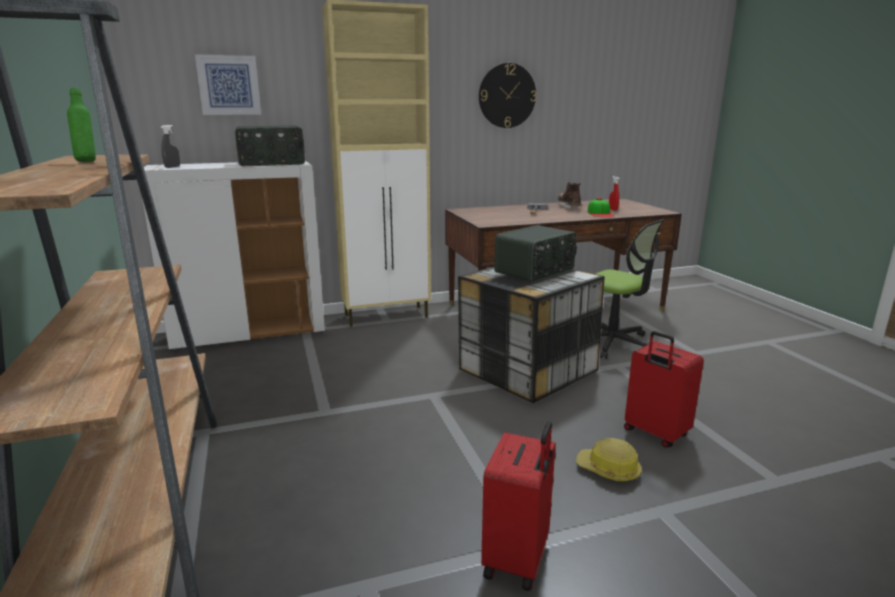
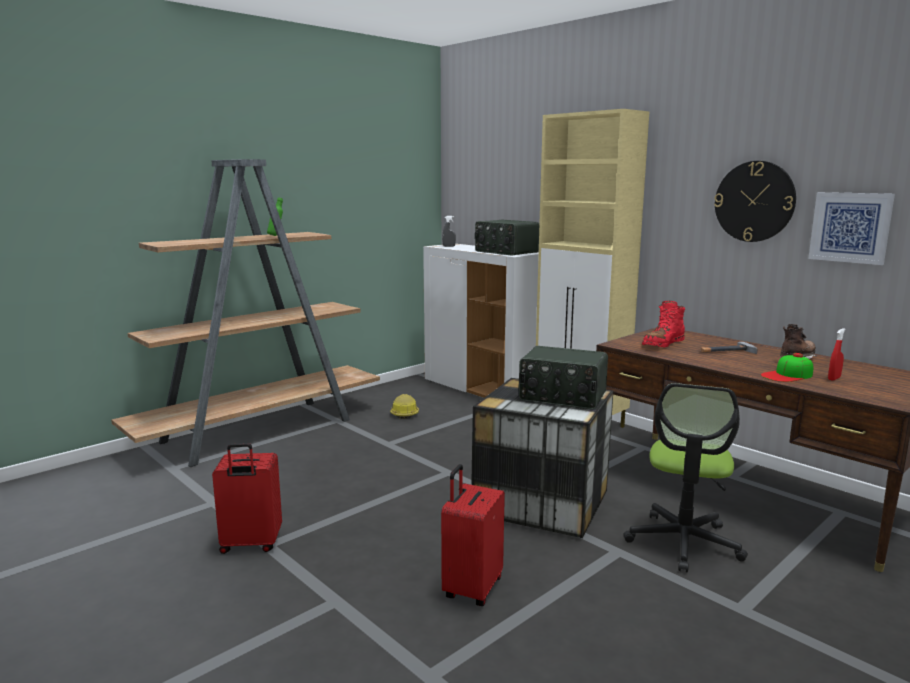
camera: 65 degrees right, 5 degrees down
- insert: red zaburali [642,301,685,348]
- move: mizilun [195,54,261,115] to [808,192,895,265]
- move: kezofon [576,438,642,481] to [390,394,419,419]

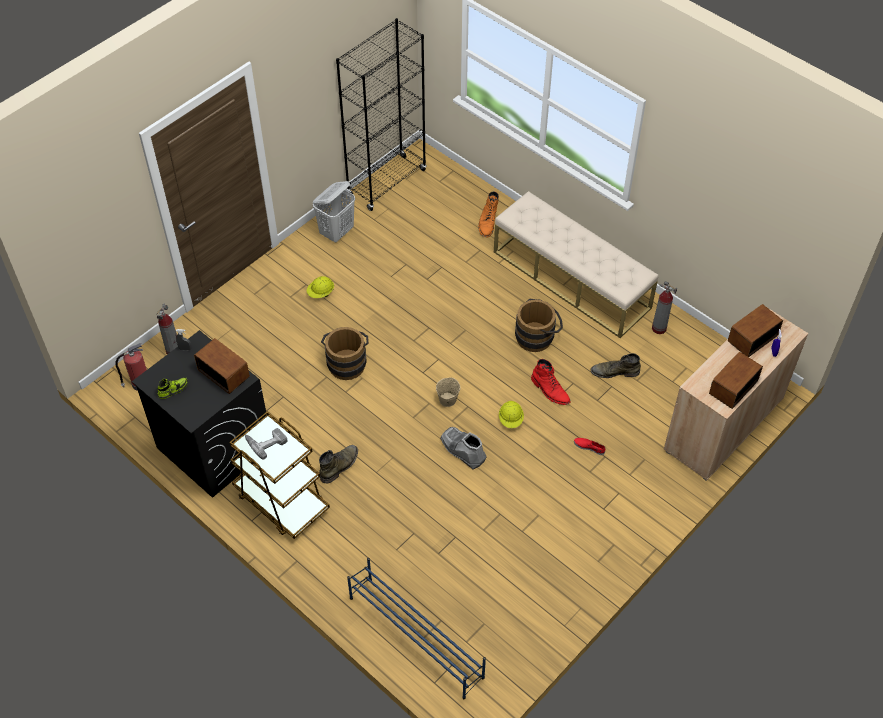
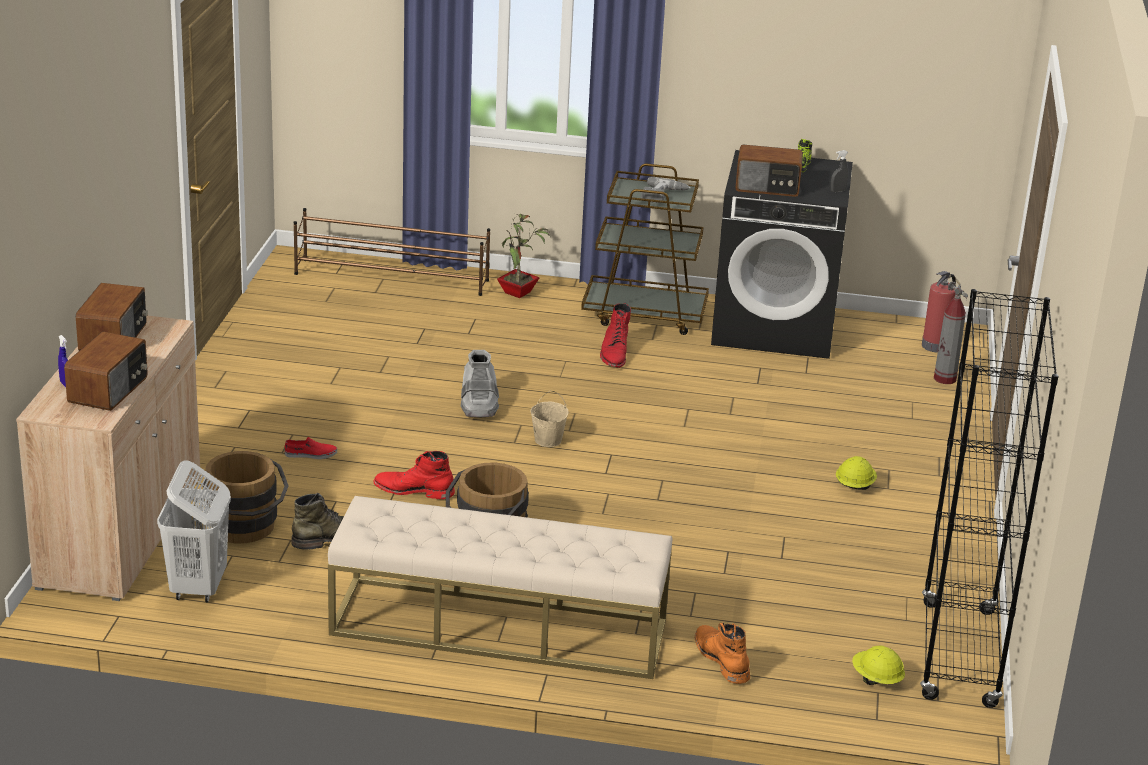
camera: 145 degrees right, 25 degrees down
- delete: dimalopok [652,281,677,334]
- insert: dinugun [497,214,551,298]
- move: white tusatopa [313,181,355,242] to [157,460,231,602]
- move: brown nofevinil [321,327,369,380] to [203,451,289,543]
- move: yellow kezofon [499,401,524,428] to [852,646,905,685]
- recolor: green zaburali [319,445,358,483] to red zaburali [600,303,631,368]
- recolor: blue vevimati [347,558,486,699] to brown vevimati [294,208,490,296]
- rotate: grey zaburali [440,427,487,469] = [461,350,499,418] 75 degrees clockwise

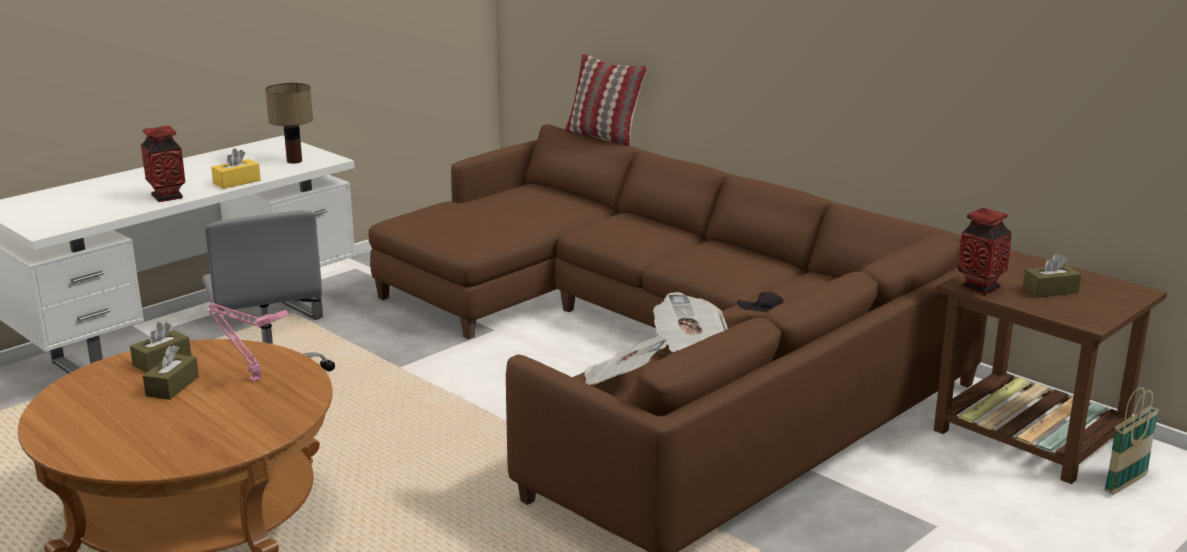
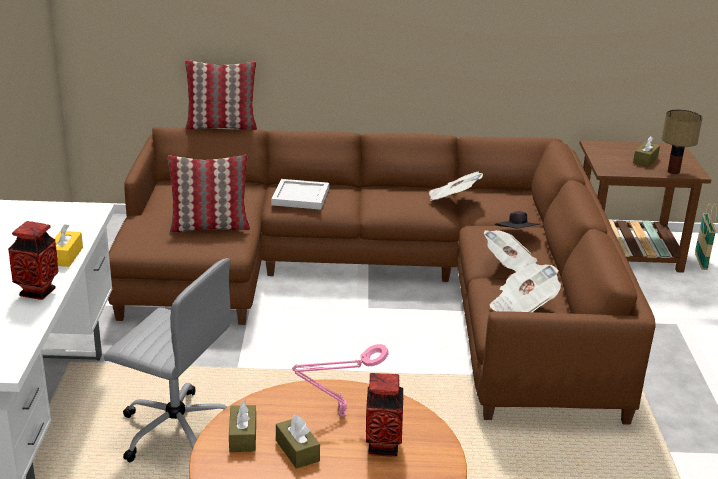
camera: 45 degrees left, 5 degrees up
- insert: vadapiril [168,154,250,233]
- insert: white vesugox [271,179,329,210]
- insert: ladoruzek [429,171,483,201]
- move: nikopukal [265,83,313,164] to [662,110,703,174]
- move: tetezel [958,208,1012,295] to [366,373,404,457]

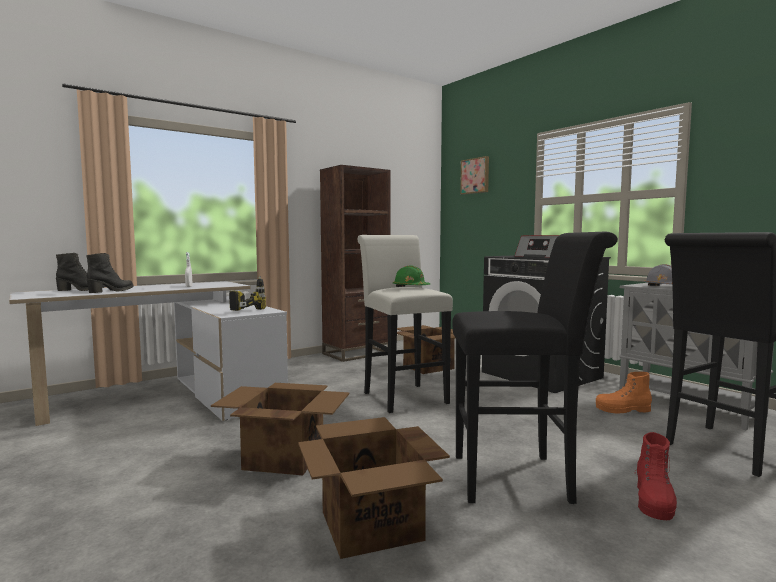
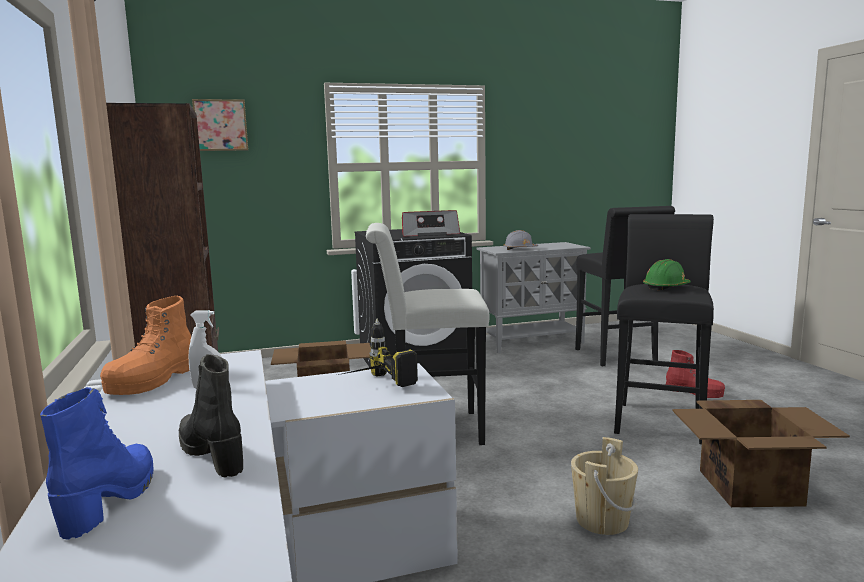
camera: 70 degrees left, 5 degrees up
- move: green kezofon [393,265,430,287] to [643,259,691,290]
- move: orange zaburali [596,372,652,413] to [100,296,191,395]
- replace: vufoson [211,383,349,475] to beige nofevinil [571,437,638,535]
- recolor: black zaburali [56,253,106,291] to blue zaburali [40,387,153,540]

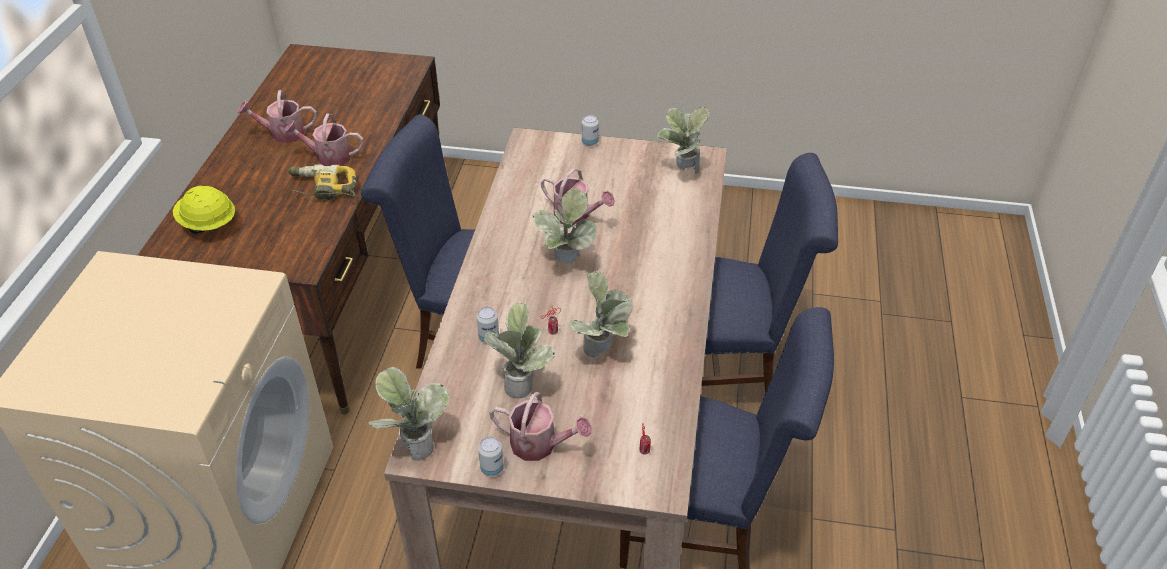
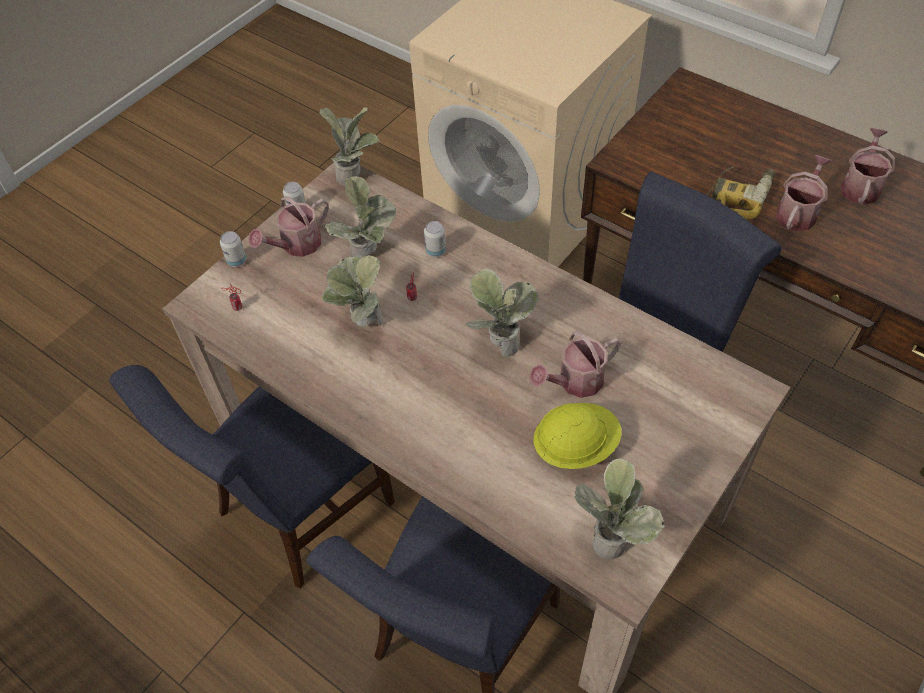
camera: 120 degrees right, 10 degrees up
- move: yellow kezofon [173,185,235,234] to [534,403,621,469]
- move: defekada [582,115,599,146] to [220,231,247,267]

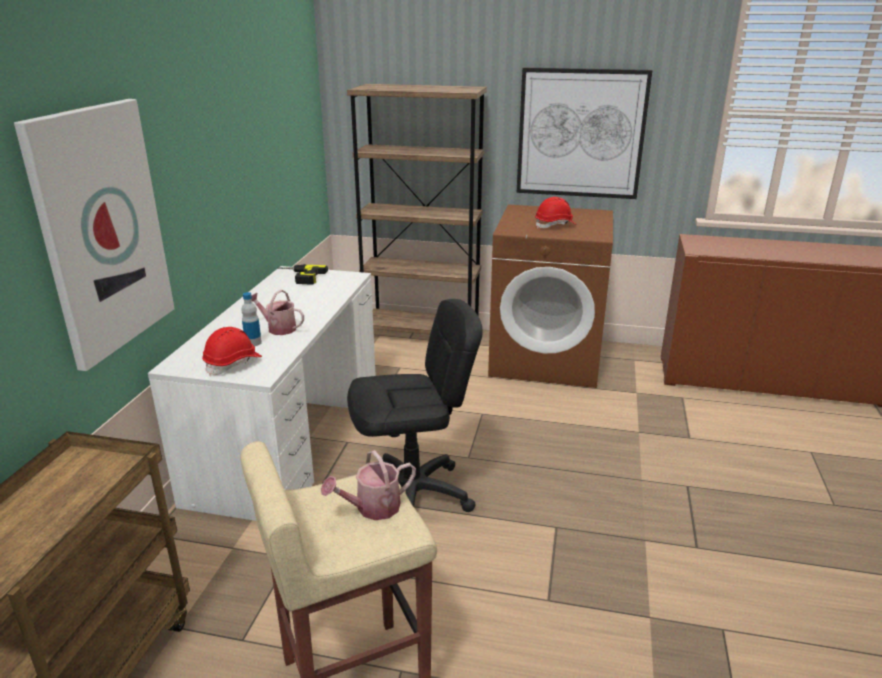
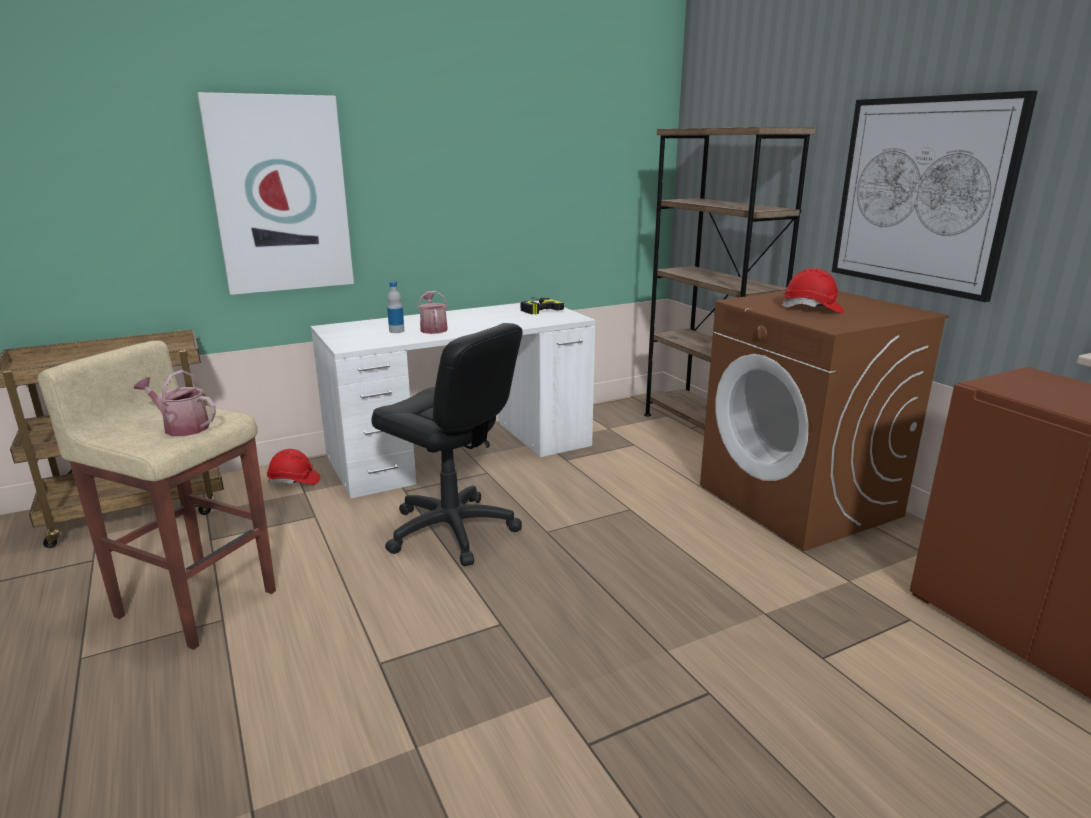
camera: 50 degrees right, 5 degrees down
- move: red kezofon [202,327,262,376] to [267,449,321,485]

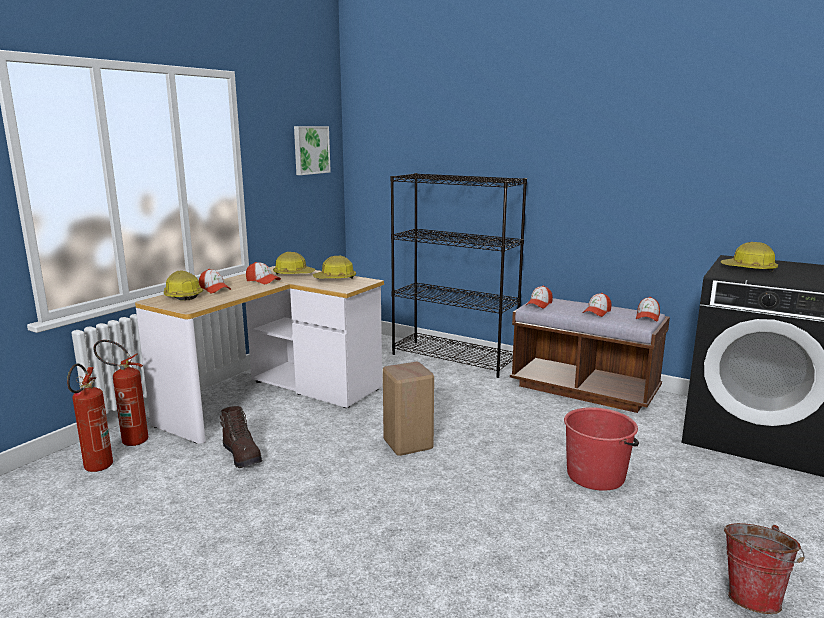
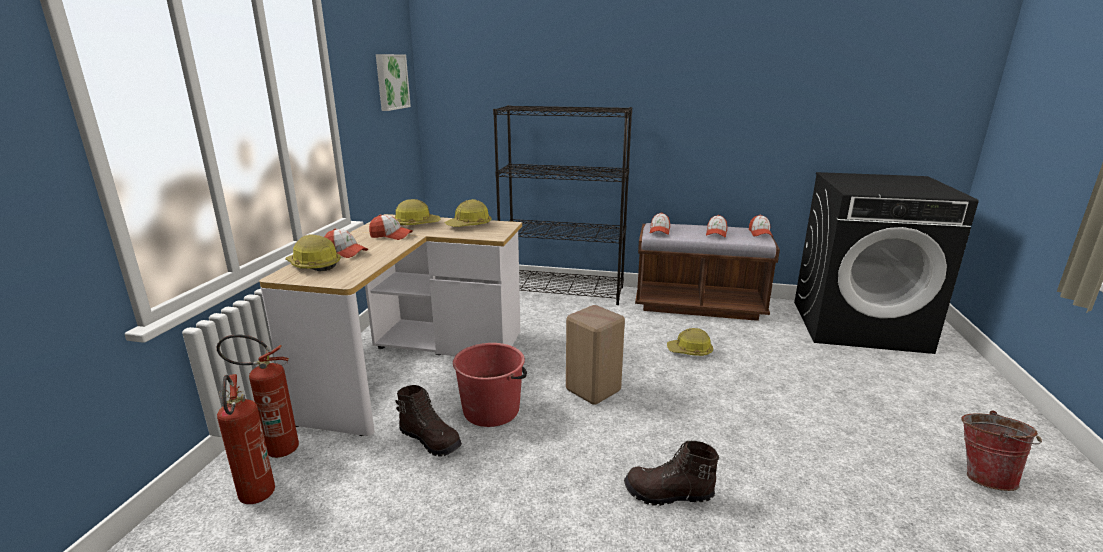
camera: 20 degrees left, 5 degrees up
- insert: brown zaburali [624,441,719,506]
- move: red nofevinil [564,407,639,491] to [453,343,527,427]
- move: kezofon [721,242,778,272] to [667,328,713,356]

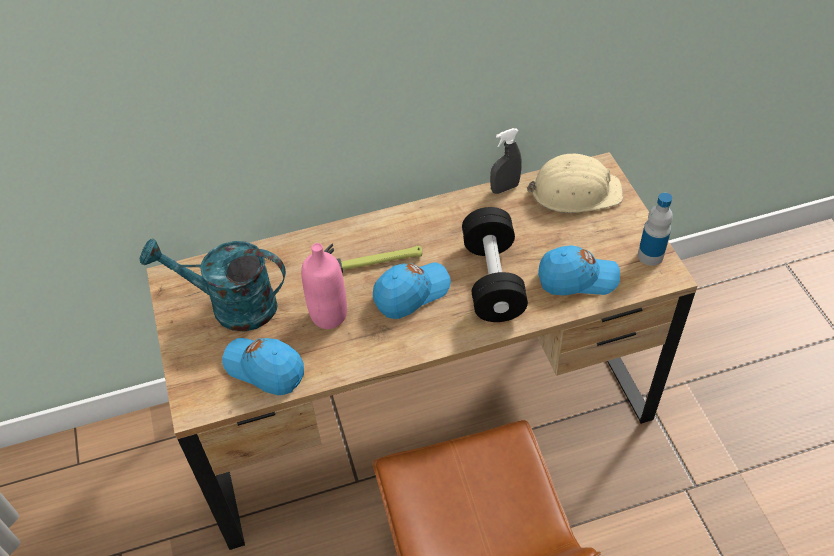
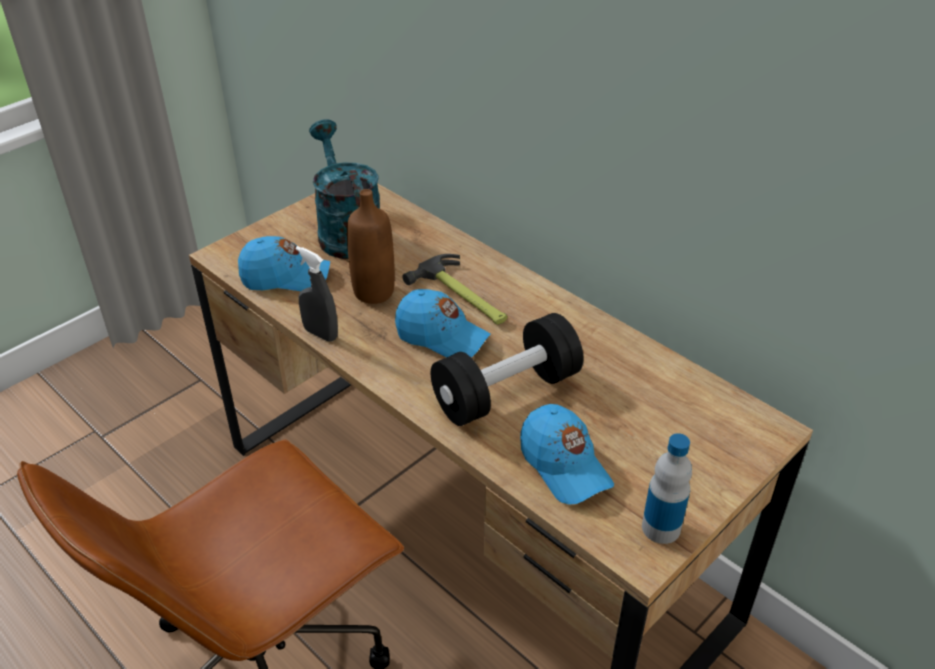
camera: 60 degrees right, 10 degrees down
- delete: beige kezofon [527,154,623,213]
- move: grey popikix [490,128,522,194] to [296,246,338,342]
- recolor: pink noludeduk [301,243,347,329] to brown noludeduk [347,189,395,304]
- rotate: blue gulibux [222,338,304,396] = [238,236,330,291] 90 degrees clockwise

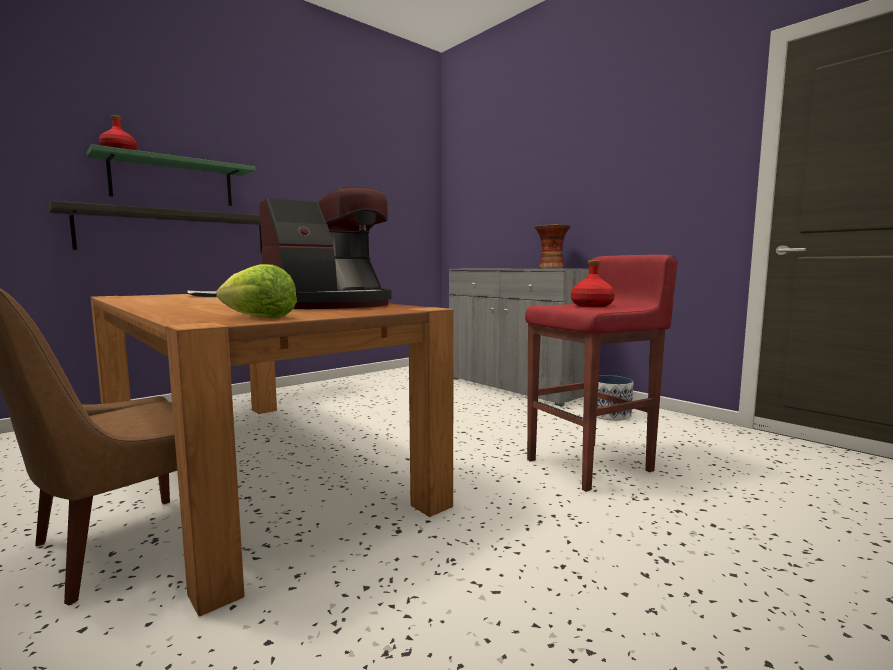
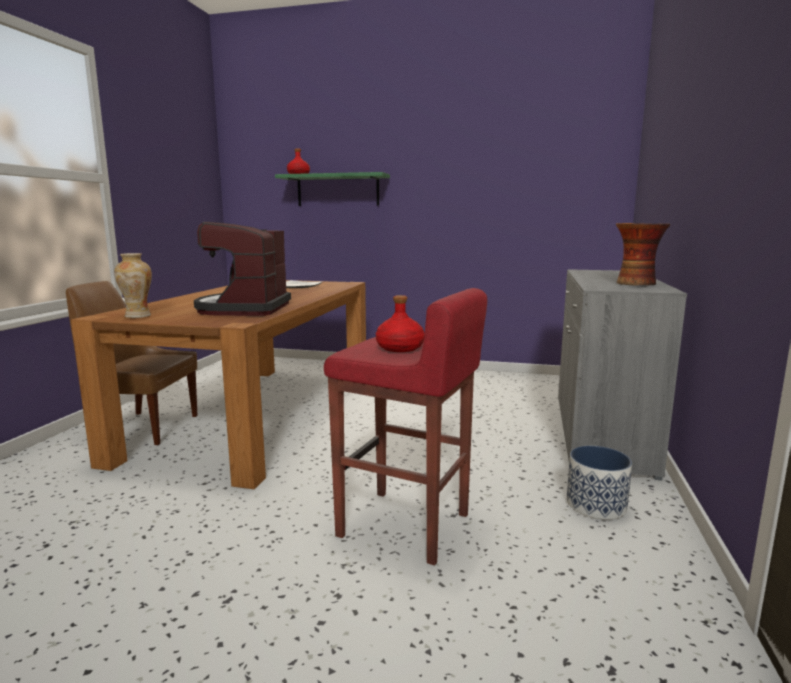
camera: 55 degrees right, 5 degrees up
- delete: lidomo [48,201,262,253]
- replace: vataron [216,264,297,318] to tetezel [114,253,152,318]
- rotate: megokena [259,186,392,309] = [194,222,291,316] 75 degrees clockwise

